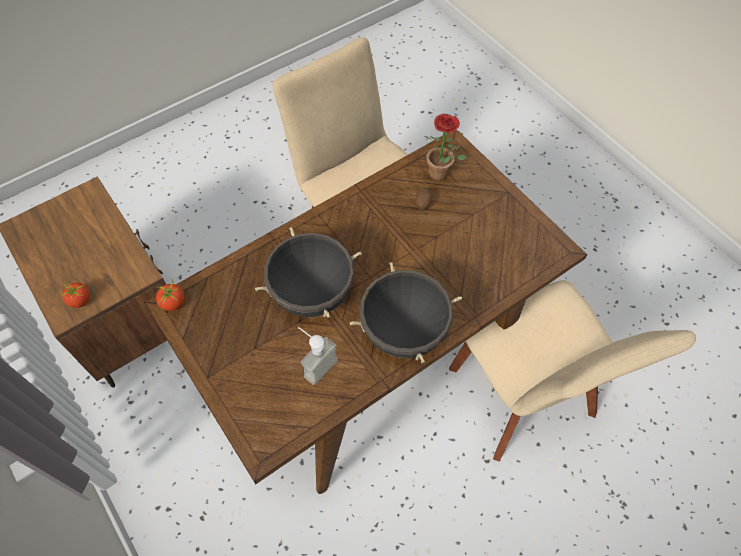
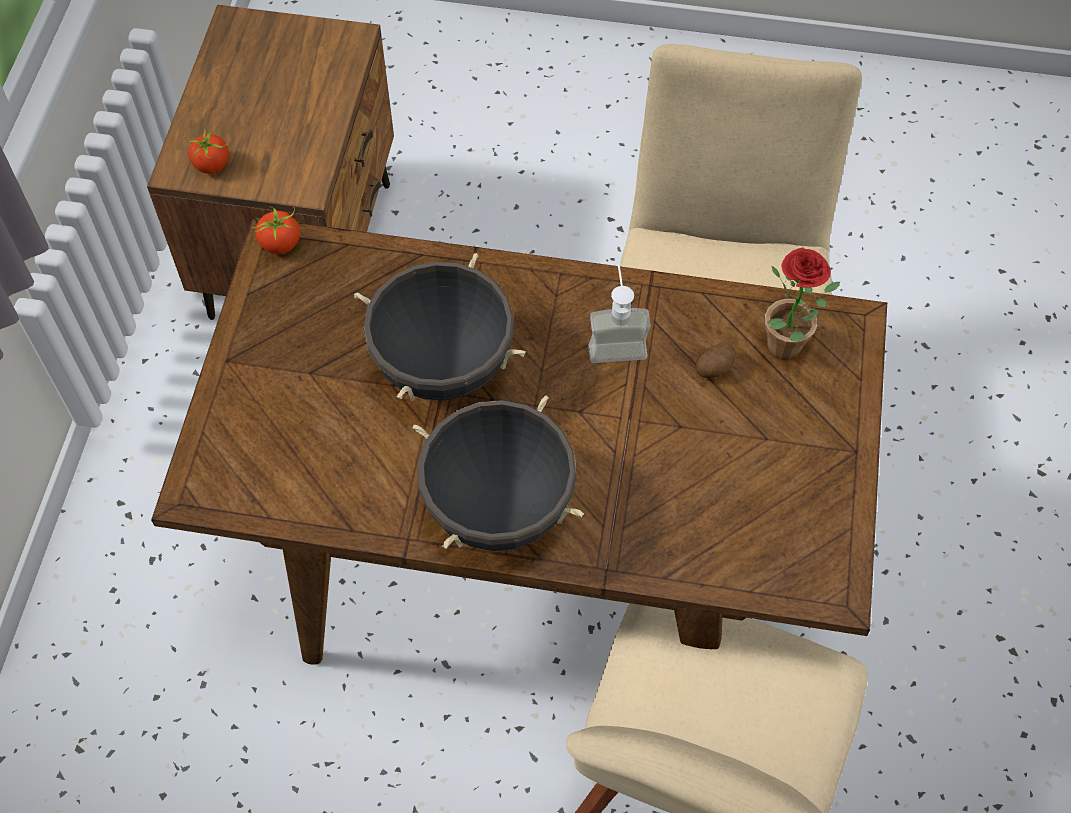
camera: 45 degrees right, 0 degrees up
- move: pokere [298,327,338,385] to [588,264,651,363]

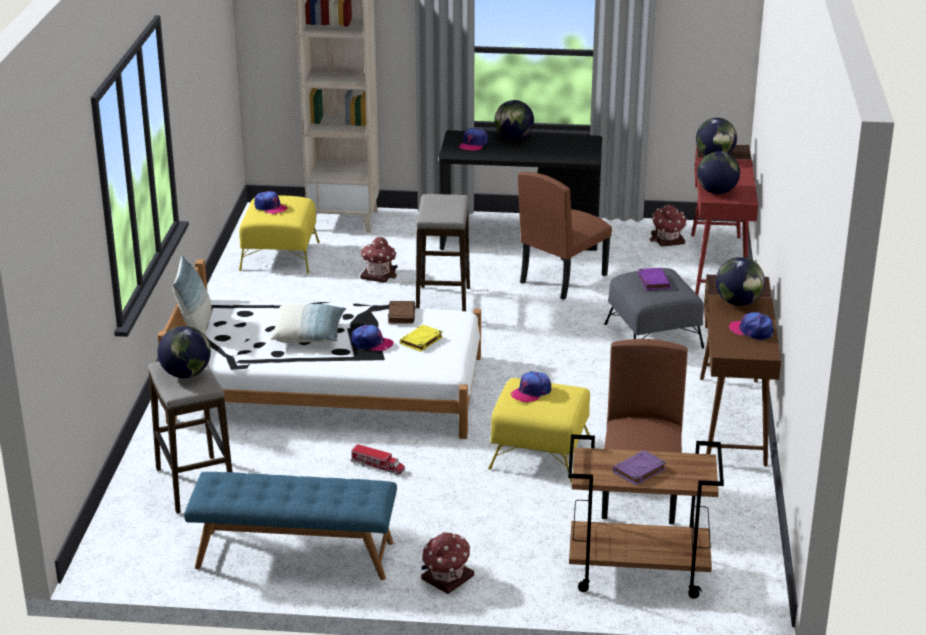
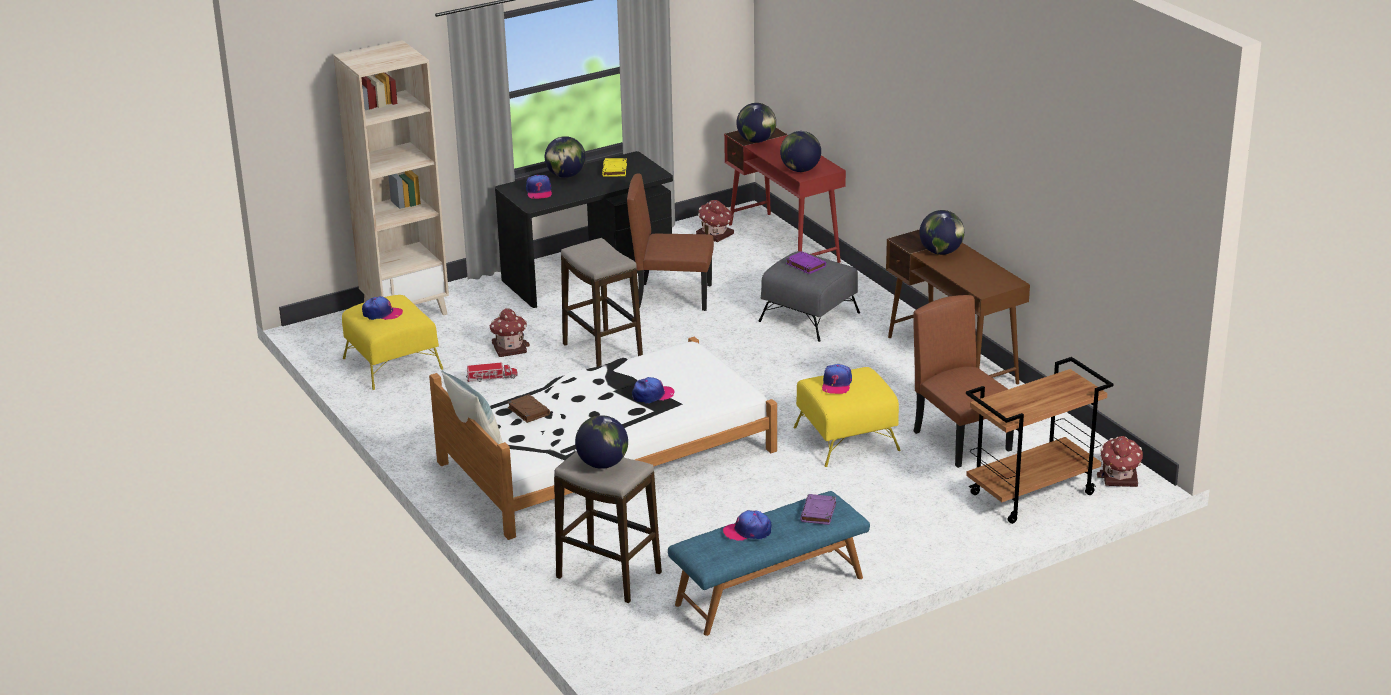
camera: 35 degrees left, 0 degrees up
- delete: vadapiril [271,304,346,343]
- move: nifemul [351,444,405,475] to [466,362,518,382]
- move: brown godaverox [388,301,416,324] to [507,394,550,423]
- move: yellow godaverox [400,325,443,352] to [602,158,627,177]
- move: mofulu [421,532,474,594] to [1097,436,1143,487]
- move: purple godaverox [613,450,666,486] to [800,494,836,525]
- move: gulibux [729,312,774,340] to [723,510,772,541]
- rotate: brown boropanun [518,172,612,300] = [627,173,714,311] 90 degrees clockwise

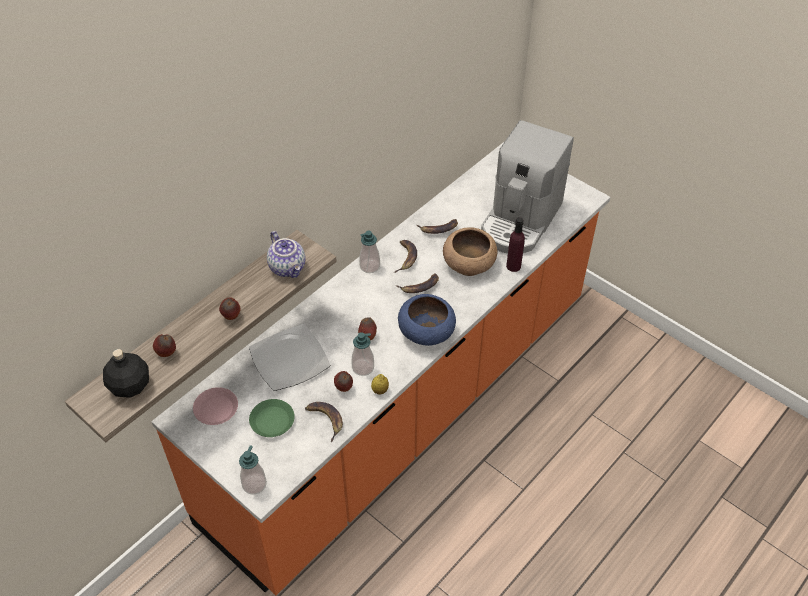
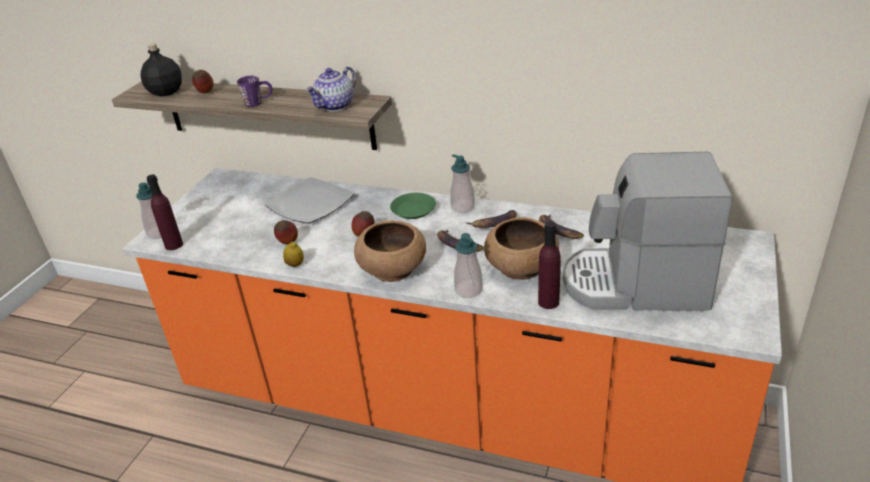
camera: 70 degrees right, 15 degrees down
- delete: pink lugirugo [193,387,238,425]
- delete: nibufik [305,402,343,442]
- insert: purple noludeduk [147,174,183,250]
- move: green lugirugo [249,399,295,437] to [390,193,436,219]
- move: pokere [352,332,374,376] to [454,233,483,298]
- replace: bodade [219,297,240,320] to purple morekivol [237,76,273,107]
- recolor: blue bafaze [398,294,456,346] to brown bafaze [354,220,426,282]

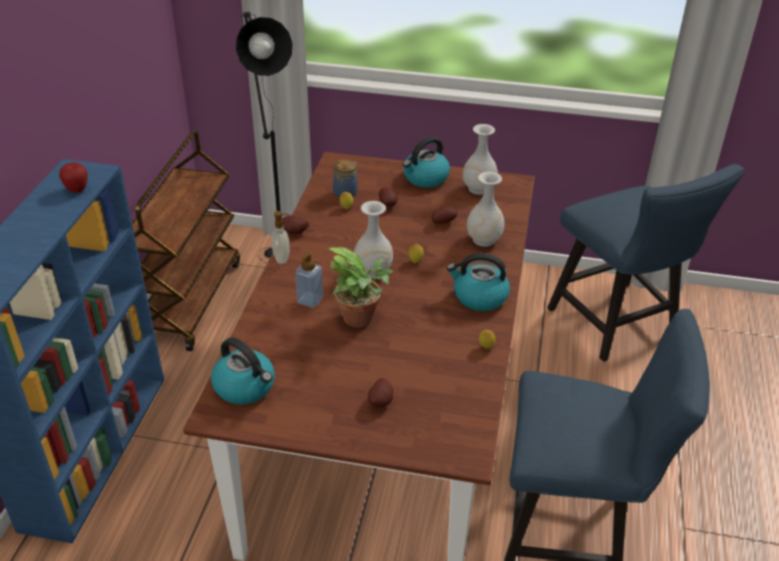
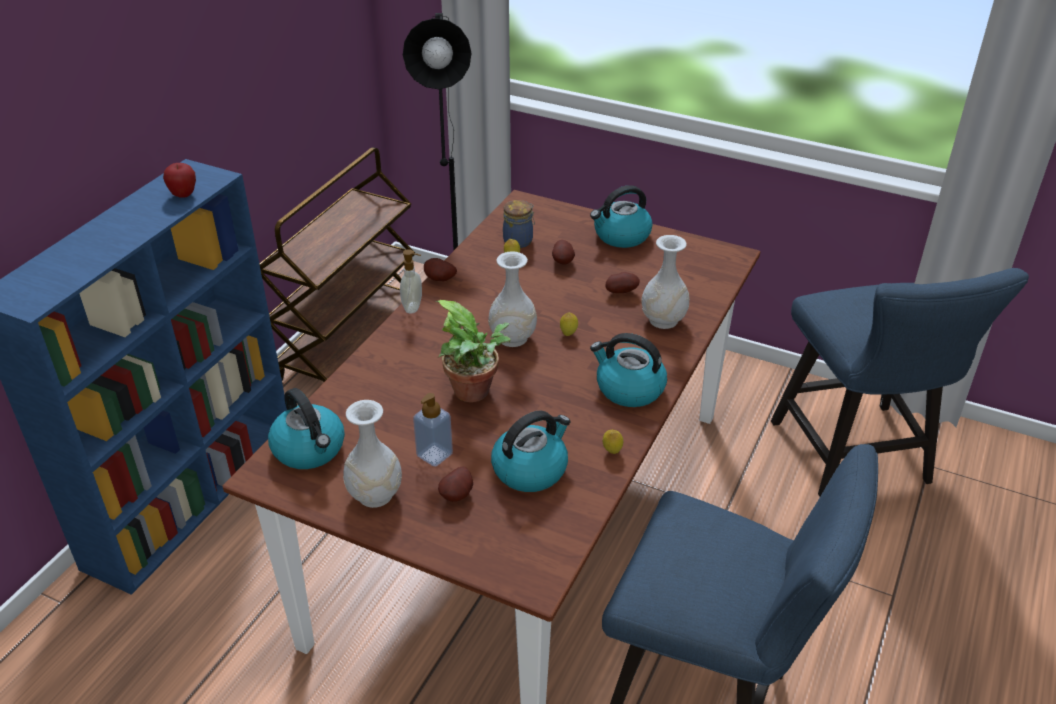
camera: 15 degrees right, 0 degrees up
- insert: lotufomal [491,410,571,492]
- move: pokere [295,252,323,308] to [413,393,453,467]
- move: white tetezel [463,124,498,195] to [343,400,402,508]

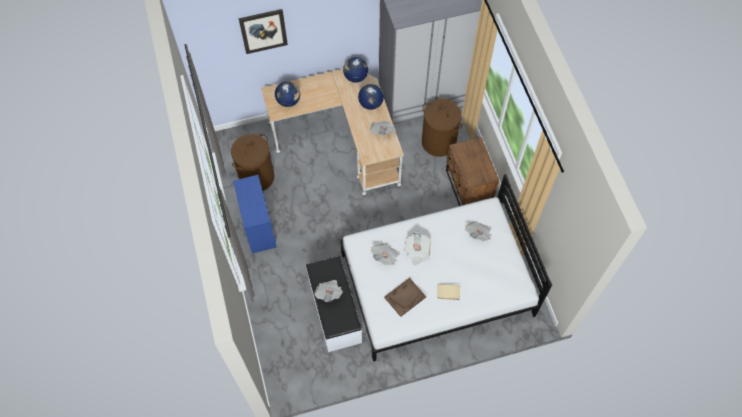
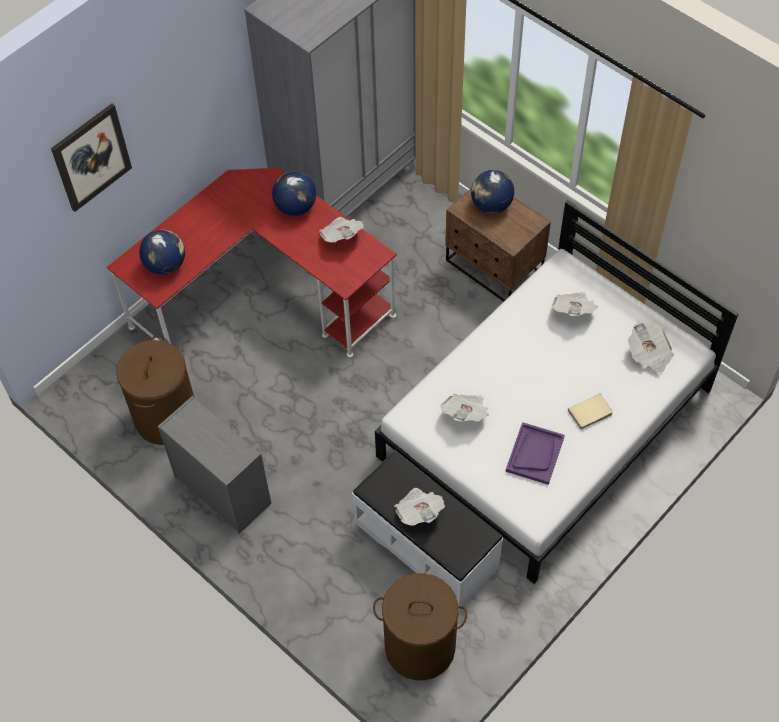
camera: 30 degrees left, 5 degrees down
- move: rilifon [343,57,368,83] to [471,170,514,214]
- move: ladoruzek [404,232,431,265] to [628,322,674,375]
- move: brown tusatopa [422,99,462,157] to [373,573,467,680]
- recolor: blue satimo [233,175,277,254] to grey satimo [158,396,271,534]
- recolor: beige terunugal [261,69,404,195] to red terunugal [107,168,397,357]
- recolor: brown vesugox [384,278,426,317] to purple vesugox [506,422,565,485]

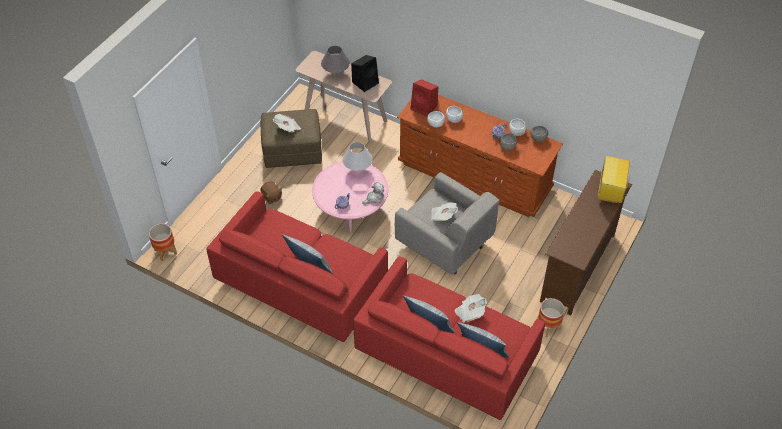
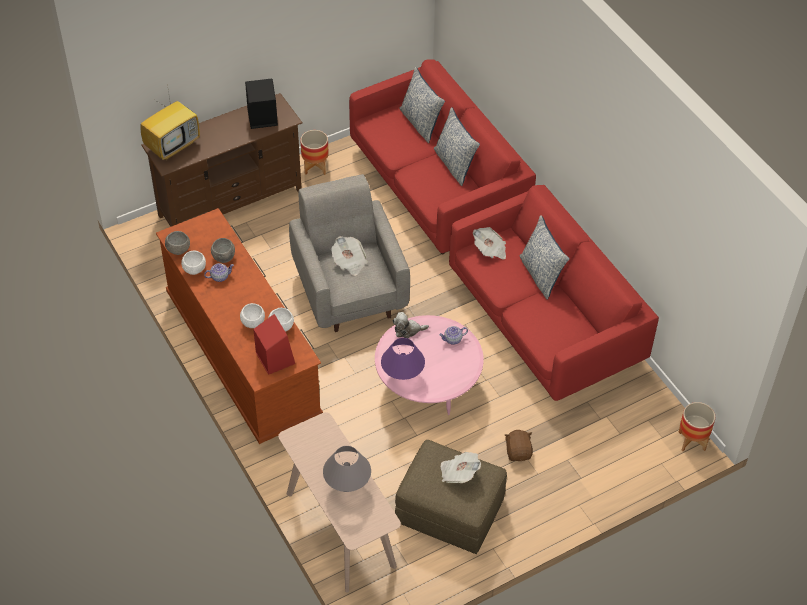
camera: 150 degrees left, 0 degrees up
- move: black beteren [351,55,379,92] to [245,79,278,129]
- move: ladoruzek [455,294,487,323] to [473,227,506,259]
- recolor: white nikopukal [342,142,373,171] to purple nikopukal [381,338,425,380]

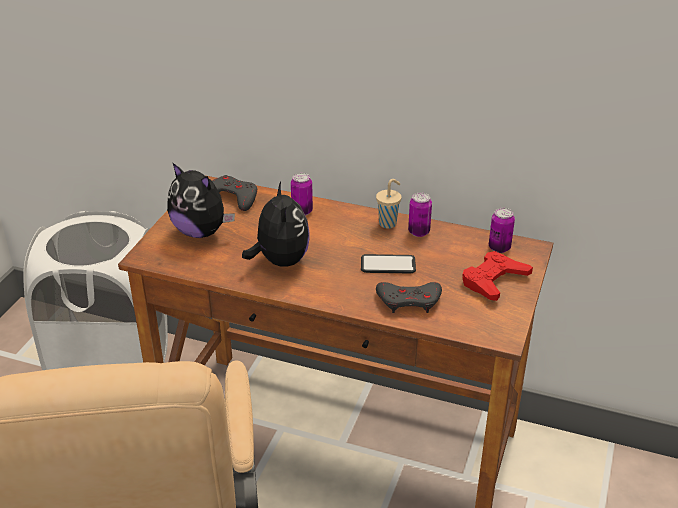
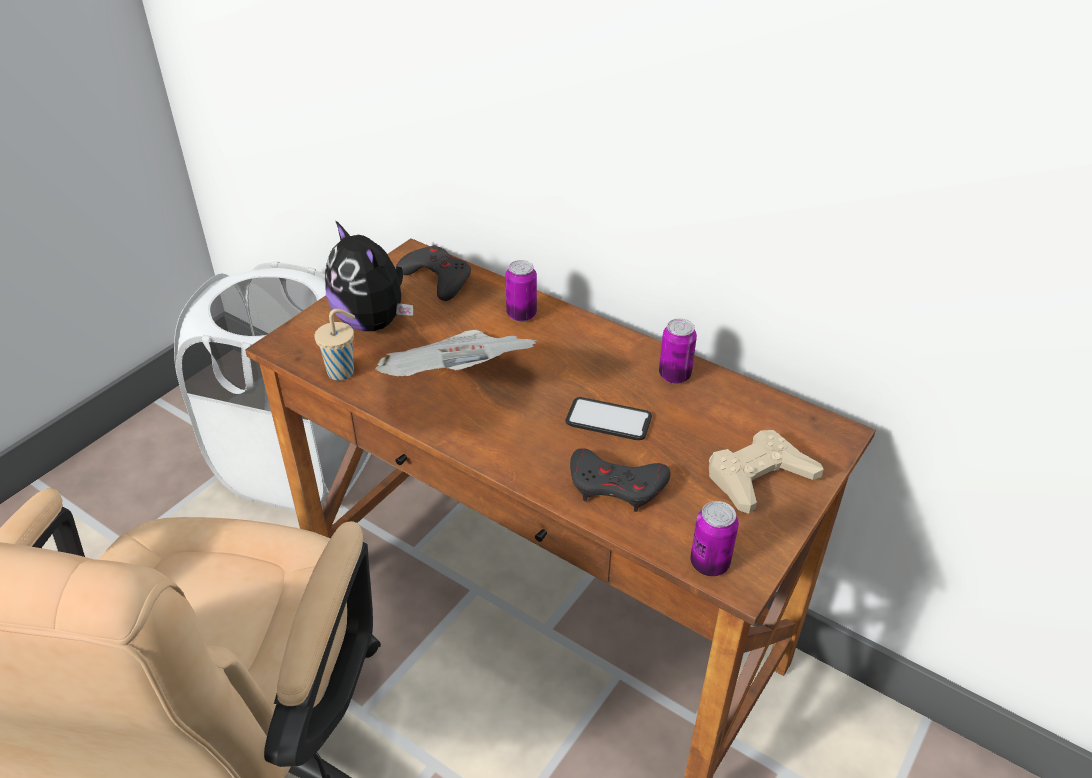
camera: 15 degrees right, 5 degrees up
- move: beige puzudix [376,179,401,229] to [314,309,355,381]
- move: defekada [489,208,515,253] to [690,501,739,576]
- replace: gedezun [242,182,310,267] to ladoruzek [376,330,536,376]
- recolor: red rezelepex [463,251,533,301] to beige rezelepex [709,430,824,514]

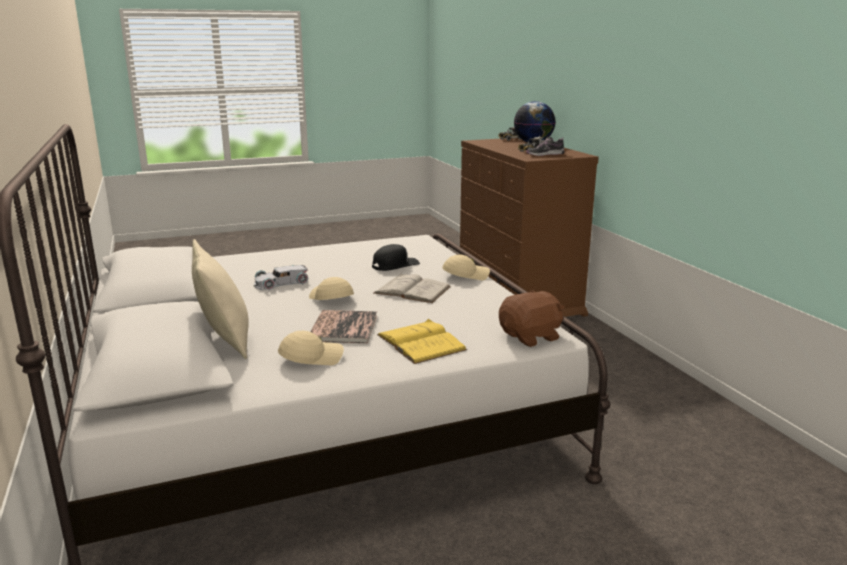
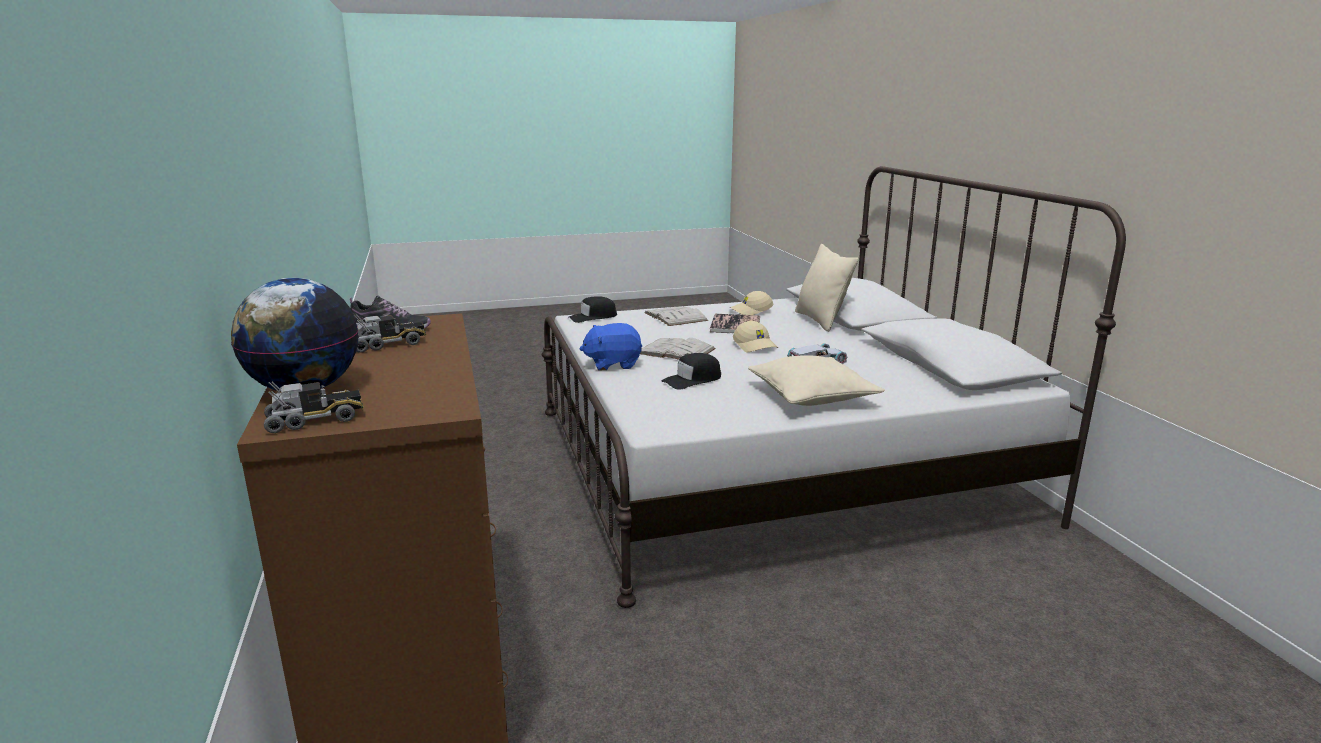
camera: 175 degrees left, 0 degrees up
- insert: beige vadapiril [748,356,885,406]
- replace: beige gulibux [442,255,490,280] to blue gedezun [579,323,642,370]
- replace: brown gedezun [499,290,565,347] to black gulibux [569,296,617,323]
- recolor: yellow godaverox [377,319,467,364] to white godaverox [644,306,708,326]

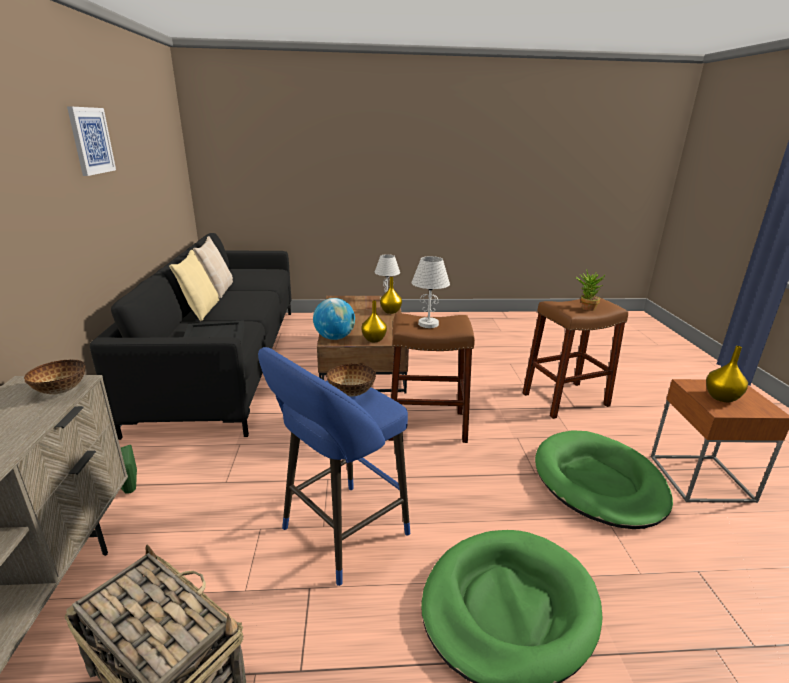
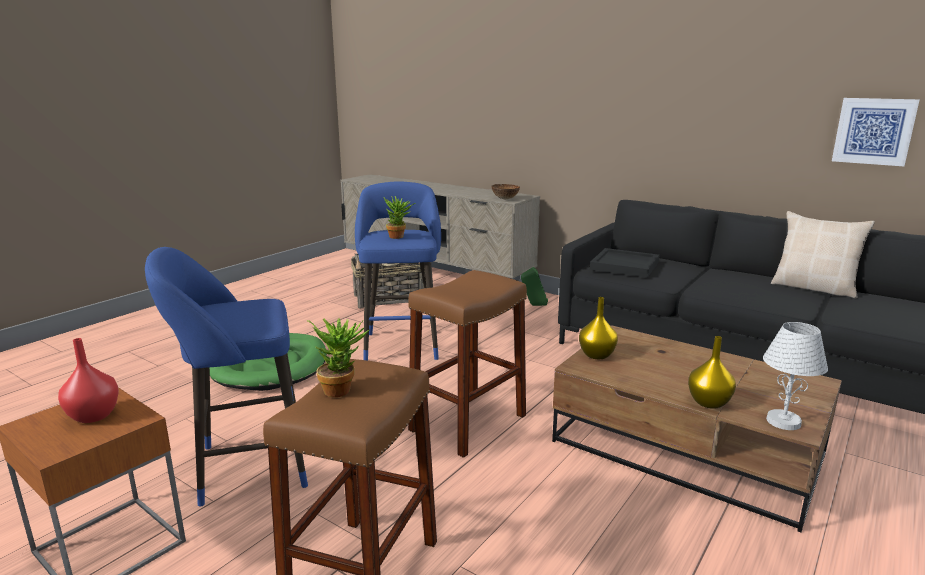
camera: 130 degrees right, 5 degrees down
- delete: beige vadapiril [169,250,219,321]
- delete: rilifon [313,298,355,340]
- delete: white nikopukal [411,256,450,328]
- move: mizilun [67,106,116,176] to [832,98,920,166]
- replace: bafaze [326,364,376,397] to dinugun [384,196,415,239]
- replace: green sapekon [535,430,673,529] to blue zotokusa [145,247,308,506]
- recolor: yellow tetezel [706,346,748,402] to red tetezel [58,338,119,423]

